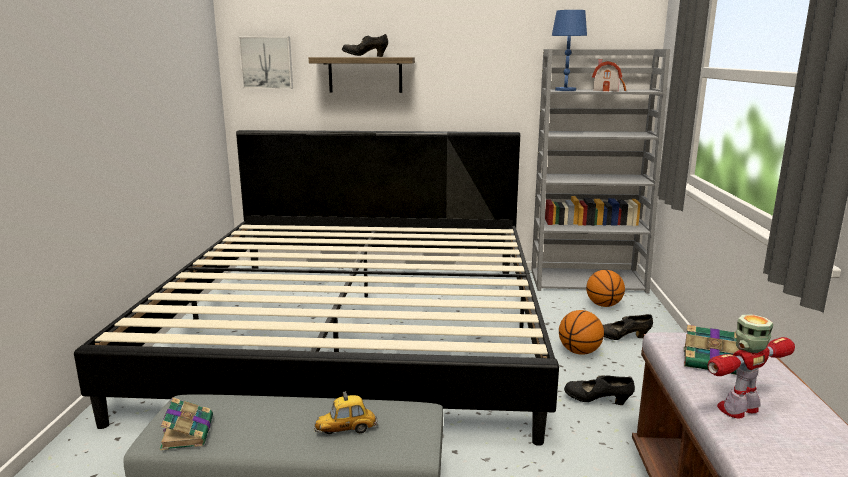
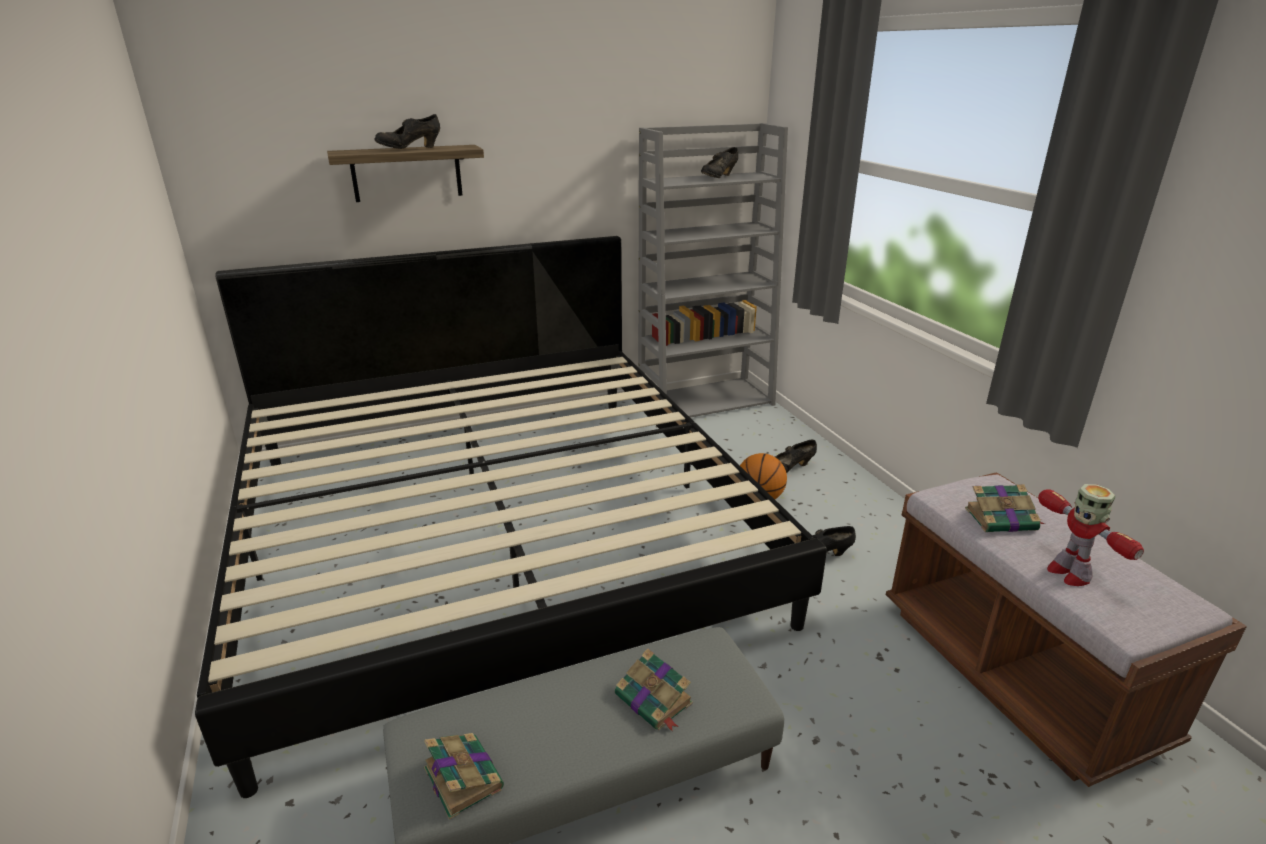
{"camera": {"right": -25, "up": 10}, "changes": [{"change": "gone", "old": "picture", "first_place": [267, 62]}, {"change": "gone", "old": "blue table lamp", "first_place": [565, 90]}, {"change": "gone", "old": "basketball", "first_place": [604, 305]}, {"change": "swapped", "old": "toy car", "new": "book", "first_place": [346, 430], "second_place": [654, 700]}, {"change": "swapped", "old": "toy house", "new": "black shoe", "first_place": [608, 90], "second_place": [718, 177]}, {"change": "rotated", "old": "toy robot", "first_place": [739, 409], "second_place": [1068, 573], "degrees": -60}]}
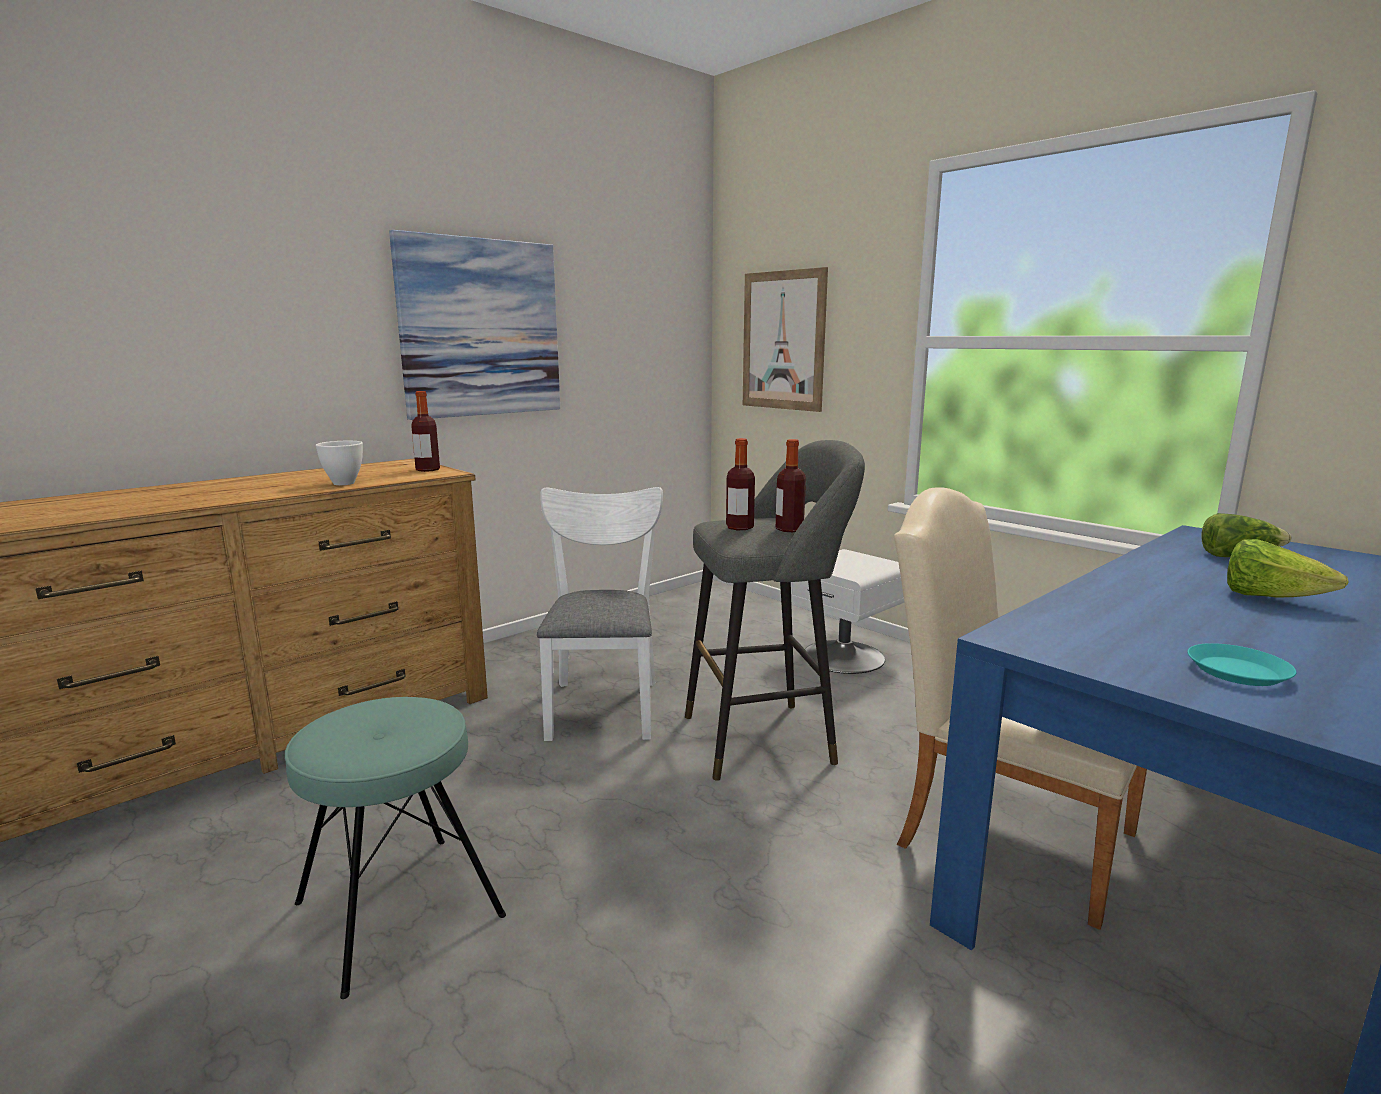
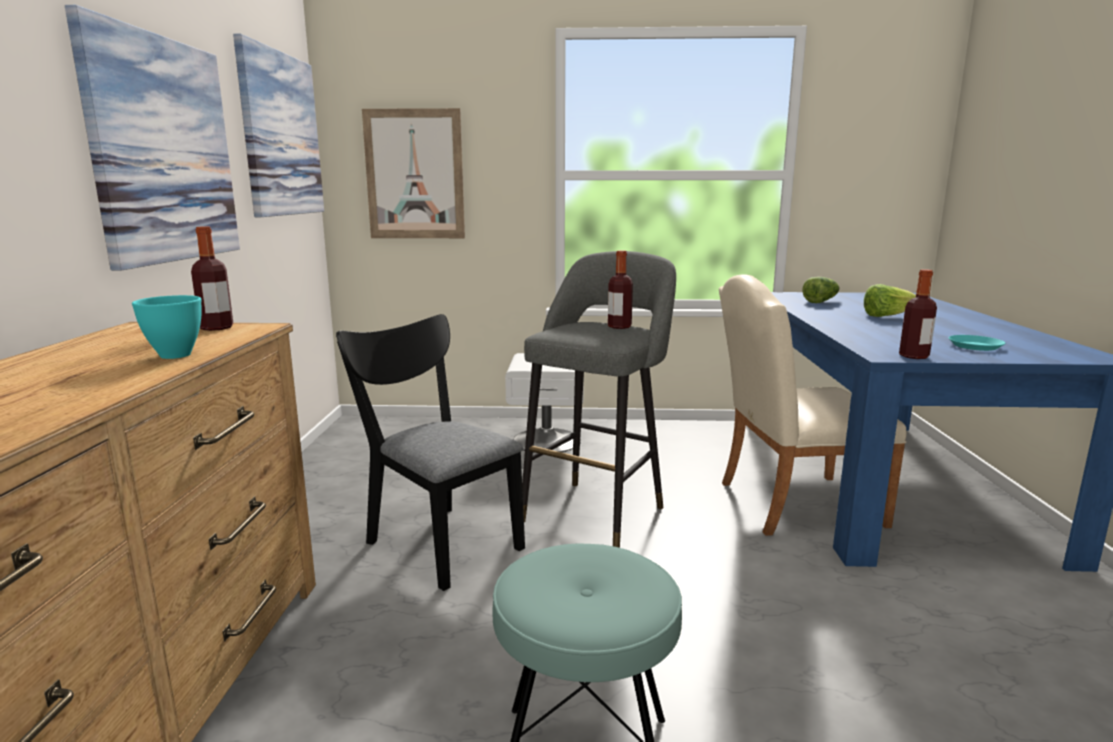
{"camera": {"right": -45, "up": 0}, "changes": [{"change": "new", "new": "picture", "second_place": [281, 135]}, {"change": "shifted", "old": "bottle", "first_place": [739, 527], "second_place": [914, 356]}, {"change": "repainted", "old": "white bowl", "new": "turquoise bowl", "first_place": [344, 483], "second_place": [174, 355]}, {"change": "repainted", "old": "white chair", "new": "black chair", "first_place": [604, 703], "second_place": [438, 540]}]}
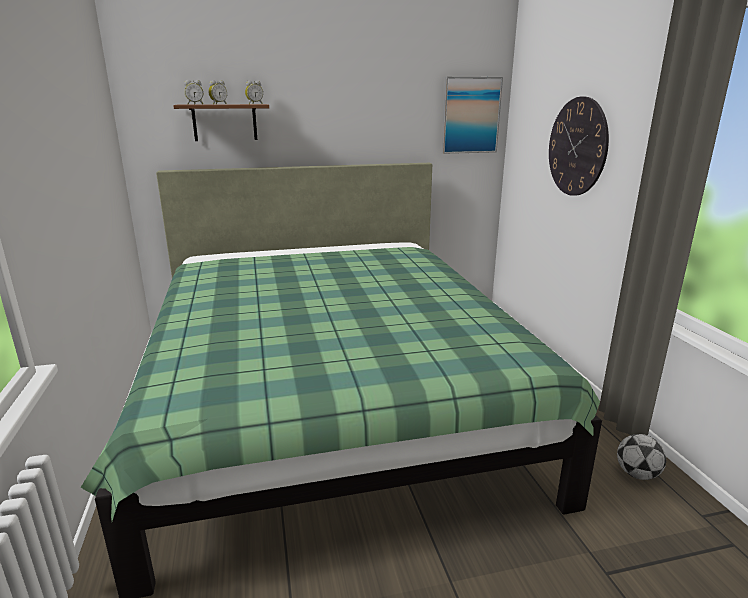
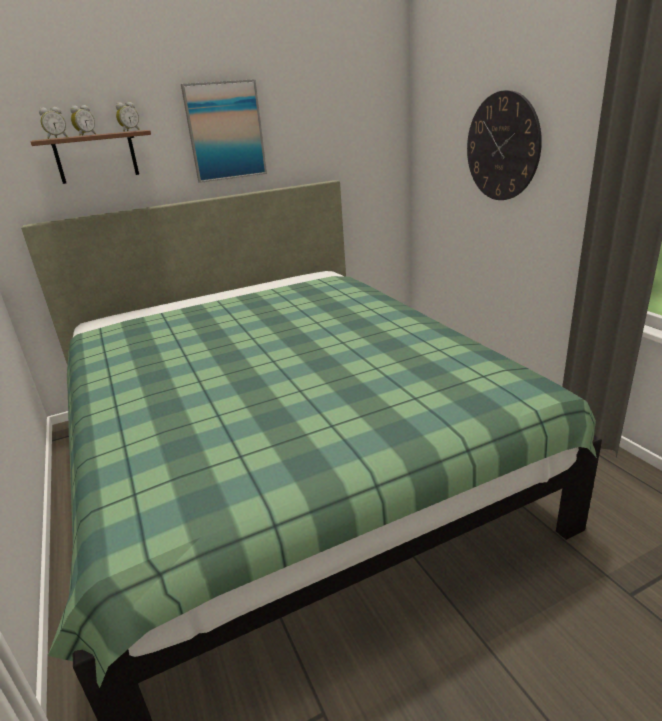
{"camera": {"right": -10, "up": 5}, "changes": [{"change": "gone", "old": "football", "first_place": [637, 474]}, {"change": "shifted", "old": "picture", "first_place": [470, 115], "second_place": [225, 131]}]}
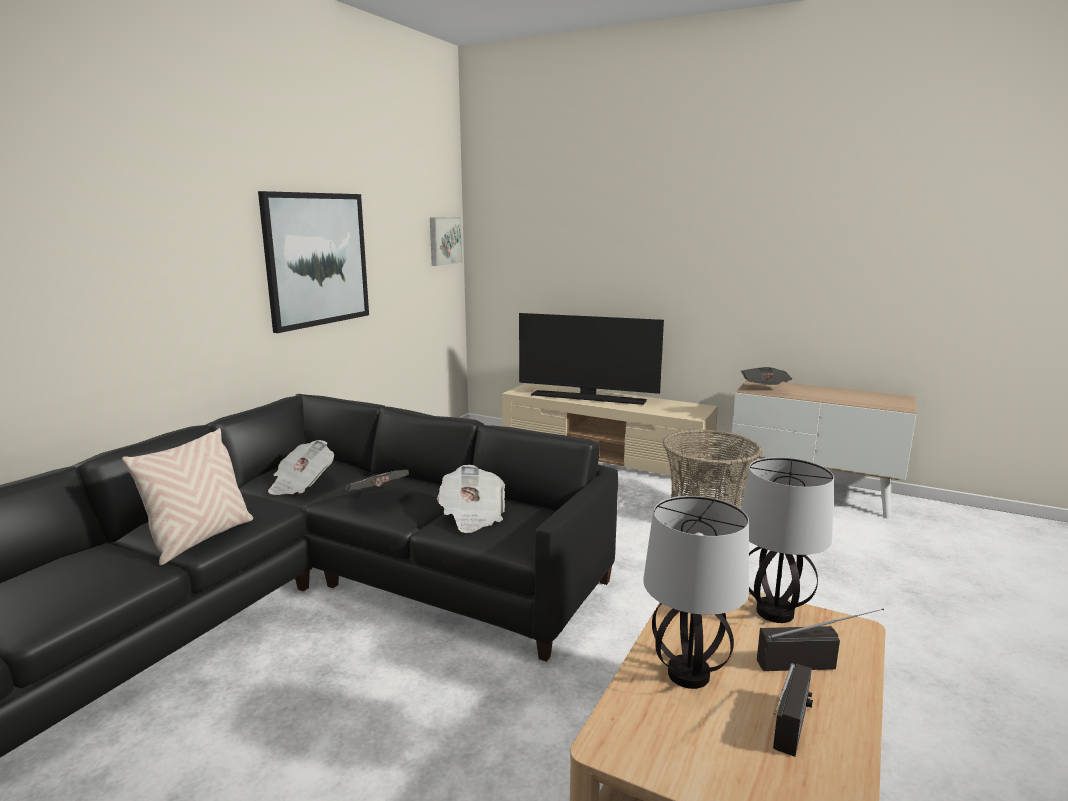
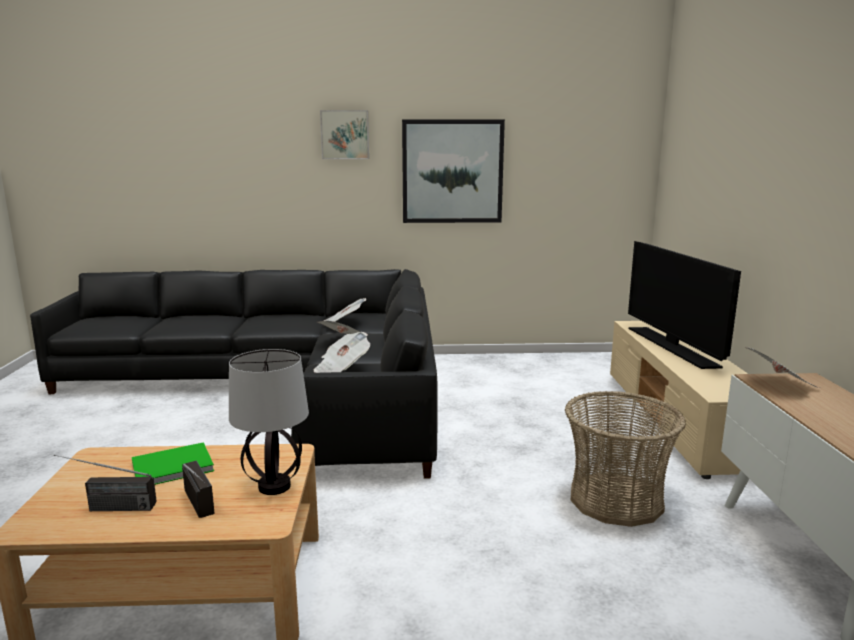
{"camera": {"right": 60, "up": 0}, "changes": [{"change": "gone", "old": "beige pillow", "first_place": [200, 539]}, {"change": "shifted", "old": "picture", "first_place": [444, 240], "second_place": [345, 134]}, {"change": "swapped", "old": "table lamp", "new": "green book", "first_place": [688, 675], "second_place": [170, 466]}]}
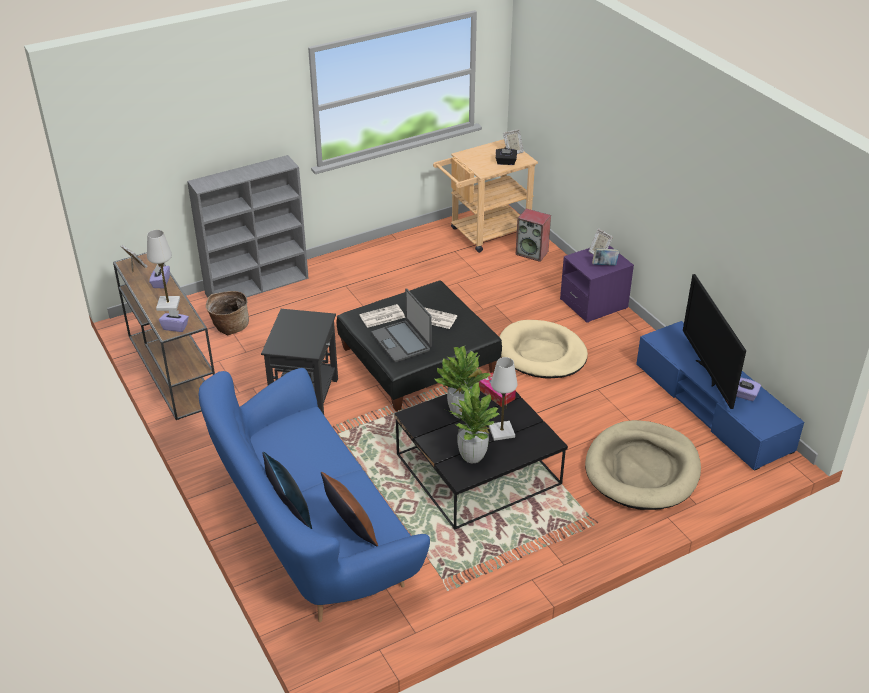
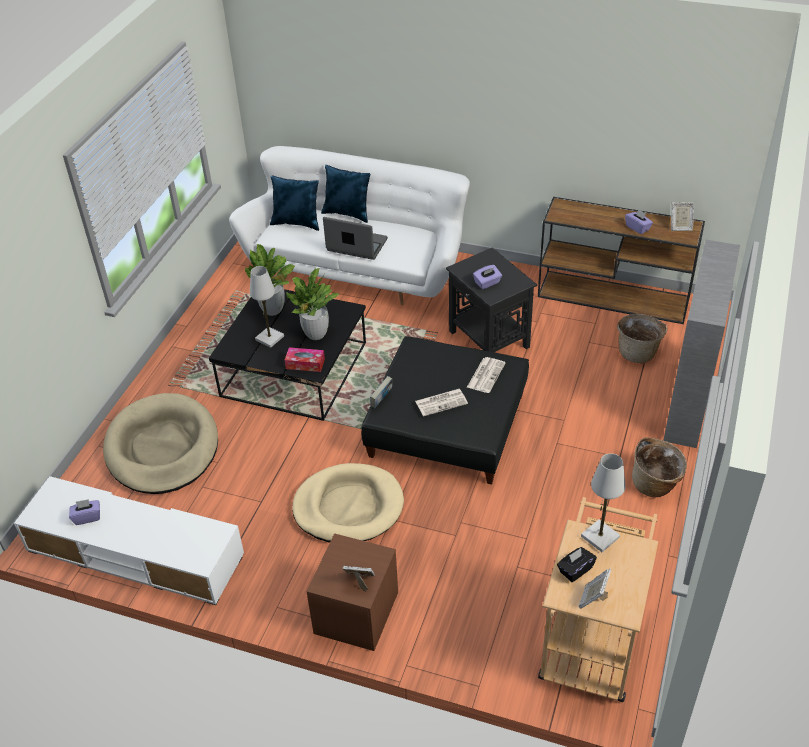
{"camera": {"right": 140, "up": 5}, "changes": [{"change": "gone", "old": "speaker", "first_place": [532, 253]}, {"change": "gone", "old": "television", "first_place": [708, 373]}, {"change": "new", "new": "basket", "second_place": [655, 484]}, {"change": "shifted", "old": "white table lamp", "first_place": [168, 304], "second_place": [600, 537]}, {"change": "shifted", "old": "purple tissue box", "first_place": [175, 327], "second_place": [487, 283]}, {"change": "shifted", "old": "laptop", "first_place": [402, 342], "second_place": [356, 245]}, {"change": "shifted", "old": "book", "first_place": [604, 265], "second_place": [381, 400]}, {"change": "repainted", "old": "blue sofa", "new": "white sofa", "first_place": [310, 532], "second_place": [359, 269]}, {"change": "repainted", "old": "brown pillow", "new": "blue pillow", "first_place": [350, 530], "second_place": [297, 223]}, {"change": "repainted", "old": "purple nightstand", "new": "brown nightstand", "first_place": [593, 304], "second_place": [356, 614]}, {"change": "repainted", "old": "blue tv stand", "new": "white tv stand", "first_place": [712, 407], "second_place": [135, 553]}]}
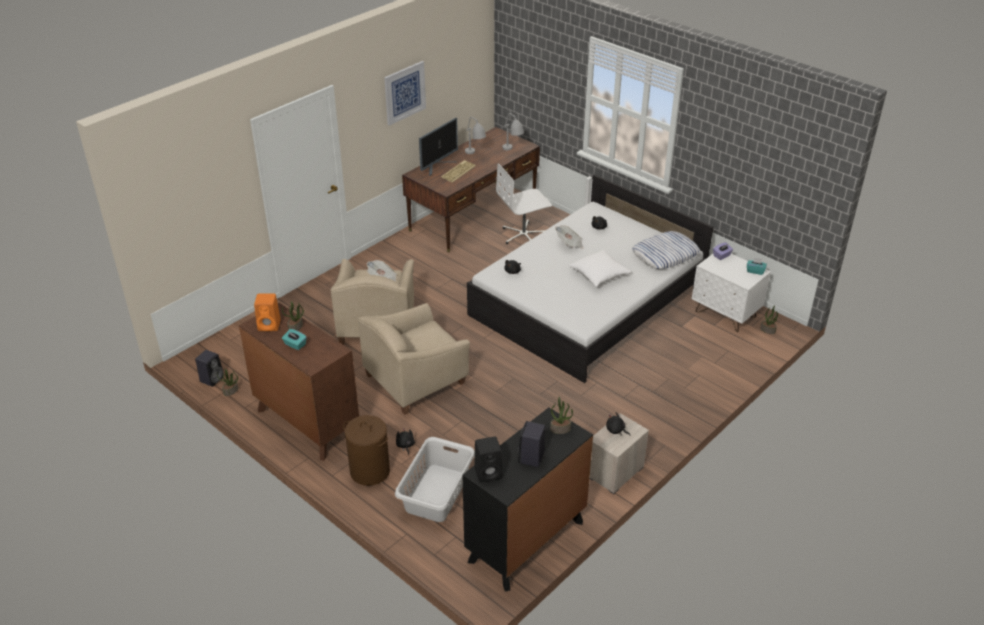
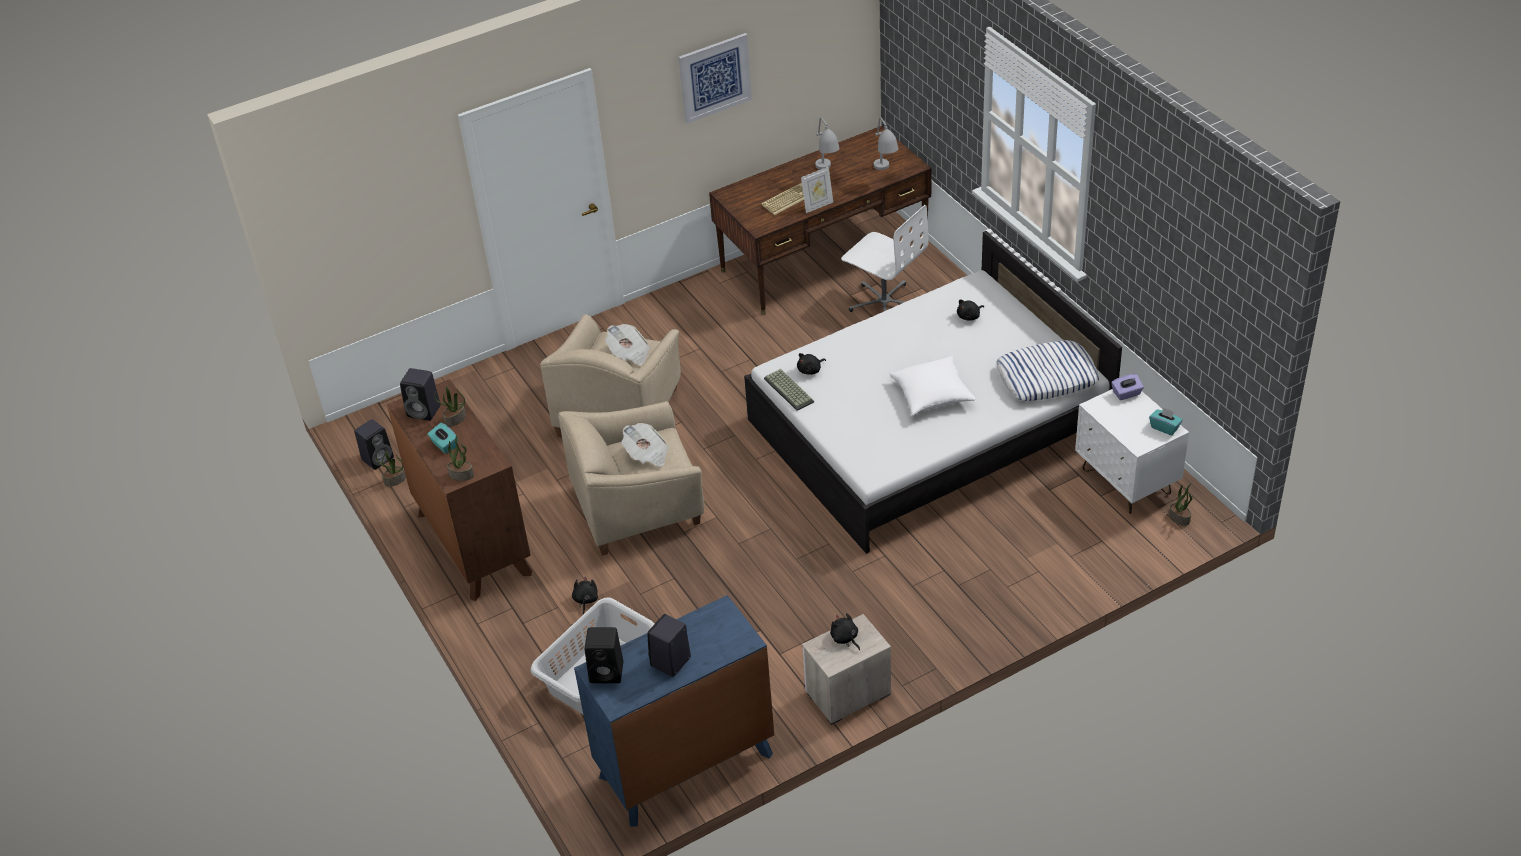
{"camera": {"right": 20, "up": 5}, "changes": [{"change": "gone", "old": "brown laundry basket", "first_place": [369, 471]}, {"change": "gone", "old": "monitor", "first_place": [438, 166]}, {"change": "new", "new": "keyboard", "second_place": [790, 390]}, {"change": "new", "new": "picture frame", "second_place": [818, 206]}, {"change": "shifted", "old": "potted plant", "first_place": [560, 429], "second_place": [462, 474]}, {"change": "shifted", "old": "newspaper", "first_place": [569, 244], "second_place": [647, 454]}, {"change": "repainted", "old": "orange speaker", "new": "black speaker", "first_place": [270, 325], "second_place": [425, 411]}, {"change": "repainted", "old": "black dresser", "new": "blue dresser", "first_place": [526, 541], "second_place": [686, 766]}, {"change": "rotated", "old": "white office chair", "first_place": [524, 235], "second_place": [884, 303], "degrees": -135}]}
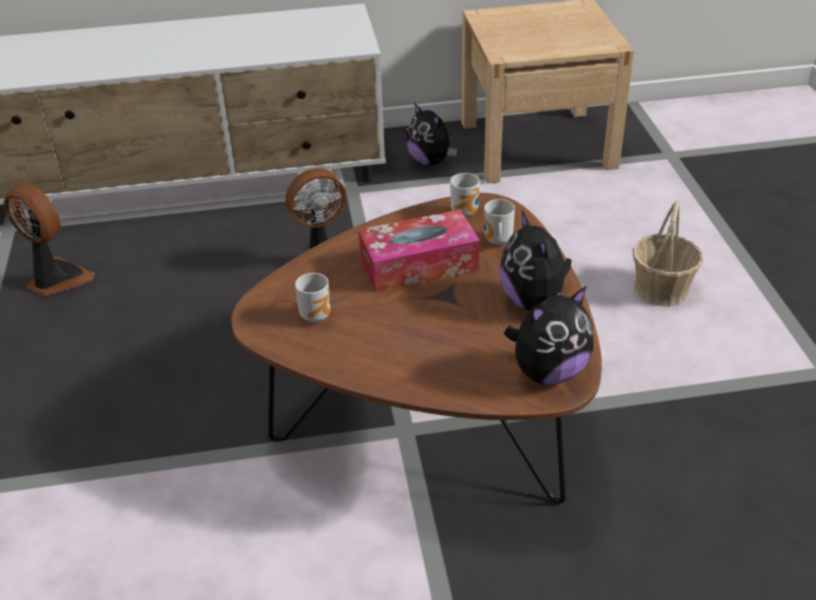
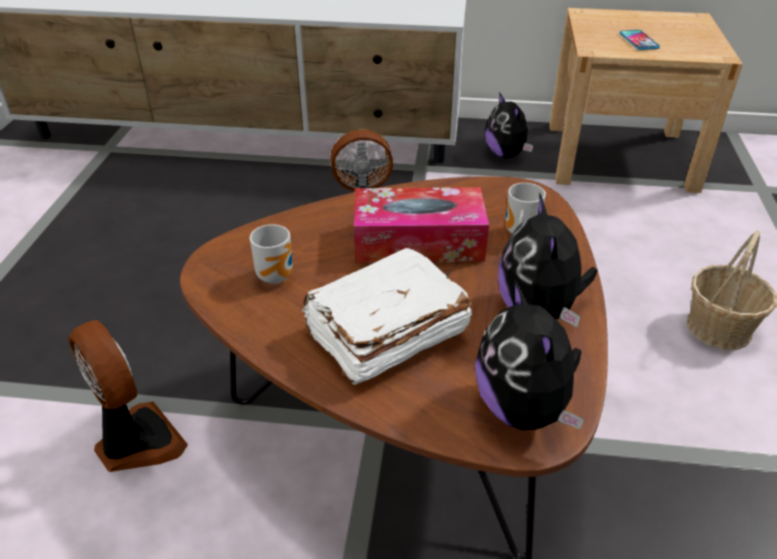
{"camera": {"right": 15, "up": 0}, "changes": [{"change": "gone", "old": "mug", "first_place": [466, 212]}, {"change": "new", "new": "white book", "second_place": [384, 335]}, {"change": "new", "new": "phone", "second_place": [638, 41]}, {"change": "shifted", "old": "fan", "first_place": [56, 279], "second_place": [136, 442]}, {"change": "rotated", "old": "plush toy", "first_place": [548, 372], "second_place": [524, 409], "degrees": 90}]}
